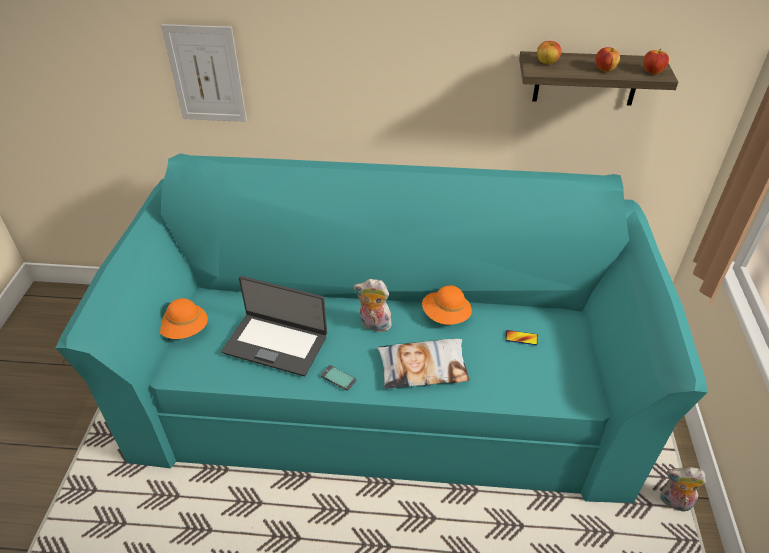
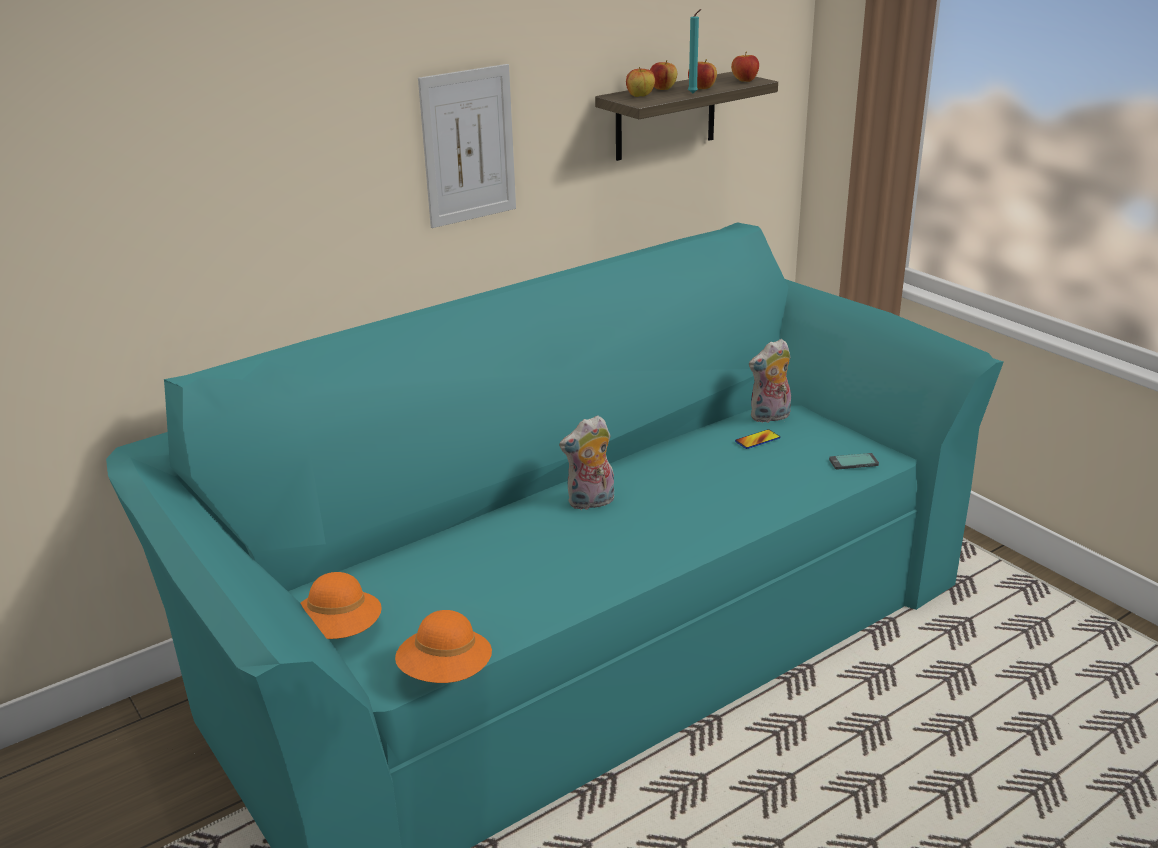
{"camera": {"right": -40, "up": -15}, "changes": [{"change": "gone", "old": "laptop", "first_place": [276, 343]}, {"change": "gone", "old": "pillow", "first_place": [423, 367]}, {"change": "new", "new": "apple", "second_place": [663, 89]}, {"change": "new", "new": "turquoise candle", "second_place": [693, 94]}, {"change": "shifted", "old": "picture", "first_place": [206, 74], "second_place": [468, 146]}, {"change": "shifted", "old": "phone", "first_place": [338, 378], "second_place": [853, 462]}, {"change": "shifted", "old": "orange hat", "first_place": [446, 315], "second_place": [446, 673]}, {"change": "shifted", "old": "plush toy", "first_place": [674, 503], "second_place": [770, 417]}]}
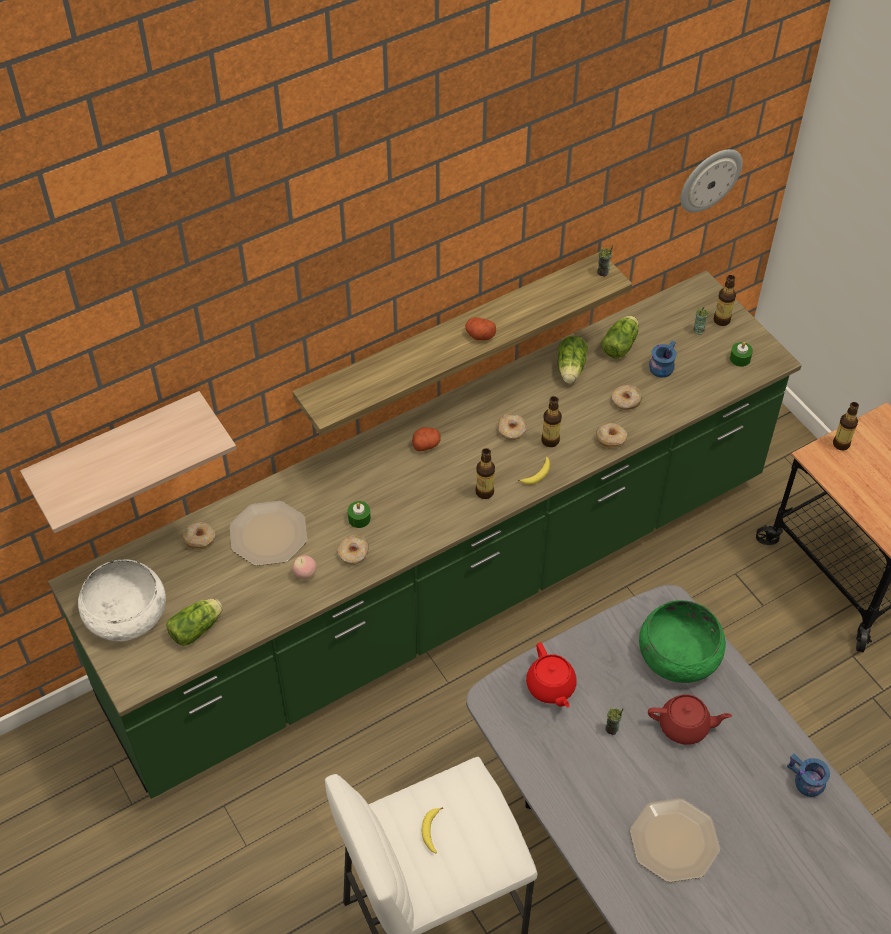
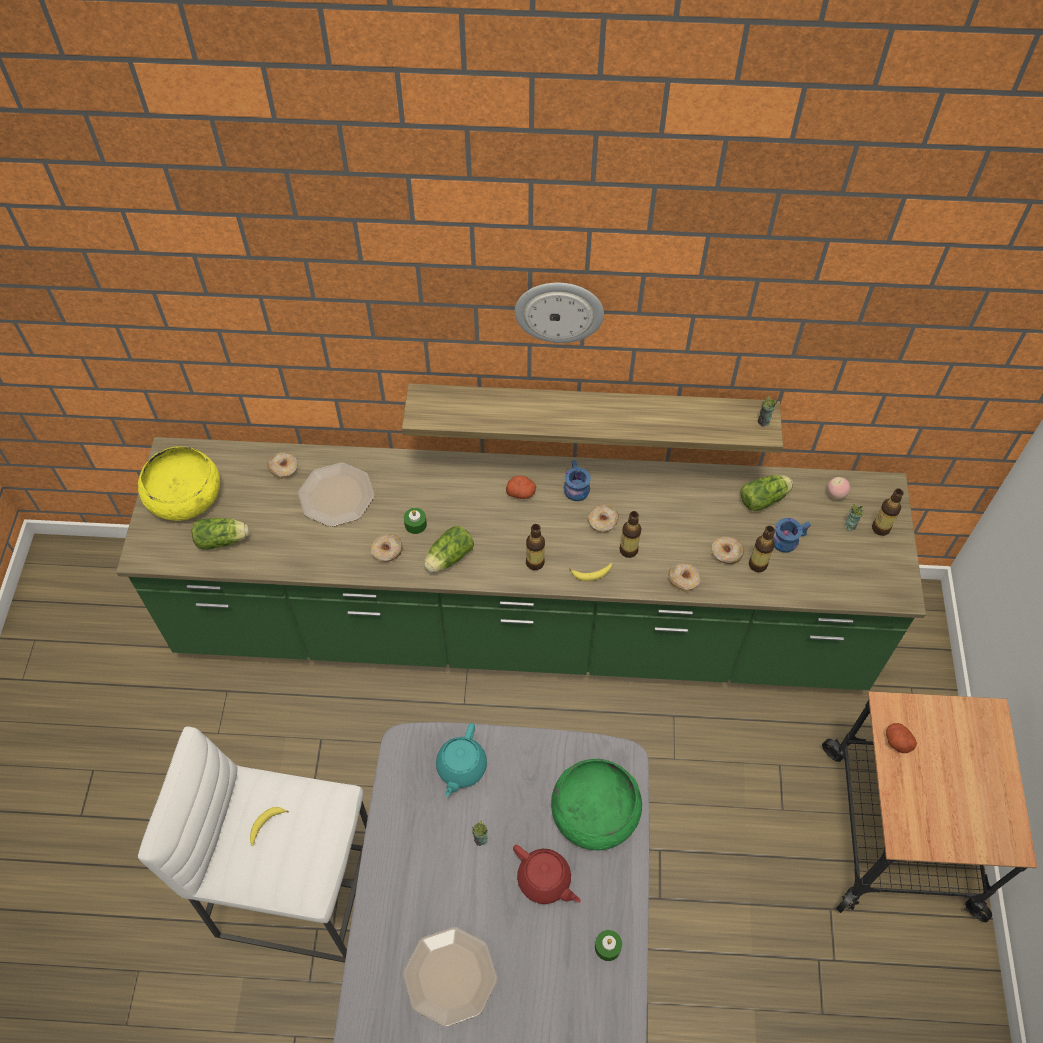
{"camera": {"right": 35, "up": 5}, "changes": [{"change": "gone", "old": "shelf", "first_place": [117, 451]}, {"change": "shifted", "old": "apple", "first_place": [305, 574], "second_place": [835, 495]}, {"change": "shifted", "old": "potato", "first_place": [479, 335], "second_place": [897, 741]}, {"change": "shifted", "old": "lettuce", "first_place": [570, 369], "second_place": [447, 558]}, {"change": "shifted", "old": "wall clock", "first_place": [709, 179], "second_place": [559, 311]}, {"change": "shifted", "old": "green candle", "first_place": [740, 358], "second_place": [607, 947]}, {"change": "shifted", "old": "blue mug", "first_place": [804, 781], "second_place": [574, 487]}, {"change": "shifted", "old": "bottle", "first_place": [841, 444], "second_place": [757, 564]}, {"change": "repainted", "old": "white bowl", "new": "yellow bowl", "first_place": [126, 612], "second_place": [184, 495]}, {"change": "repainted", "old": "red teapot", "new": "turquoise teapot", "first_place": [551, 687], "second_place": [461, 767]}]}
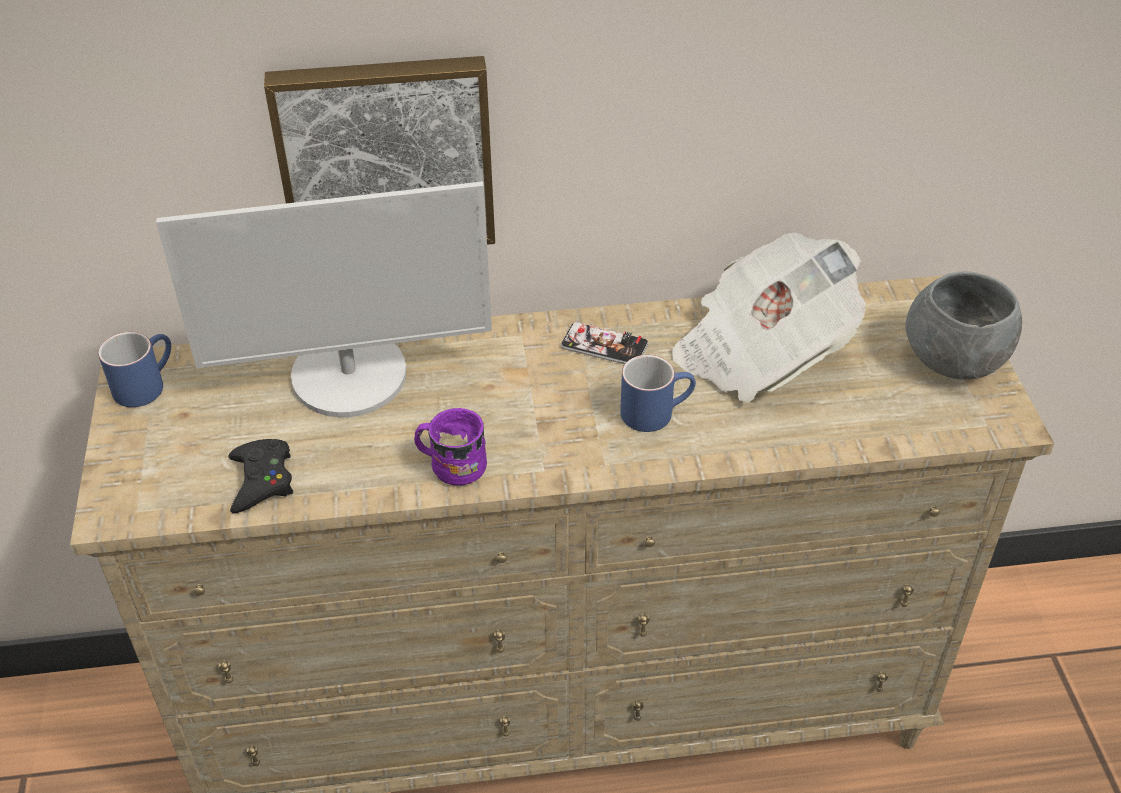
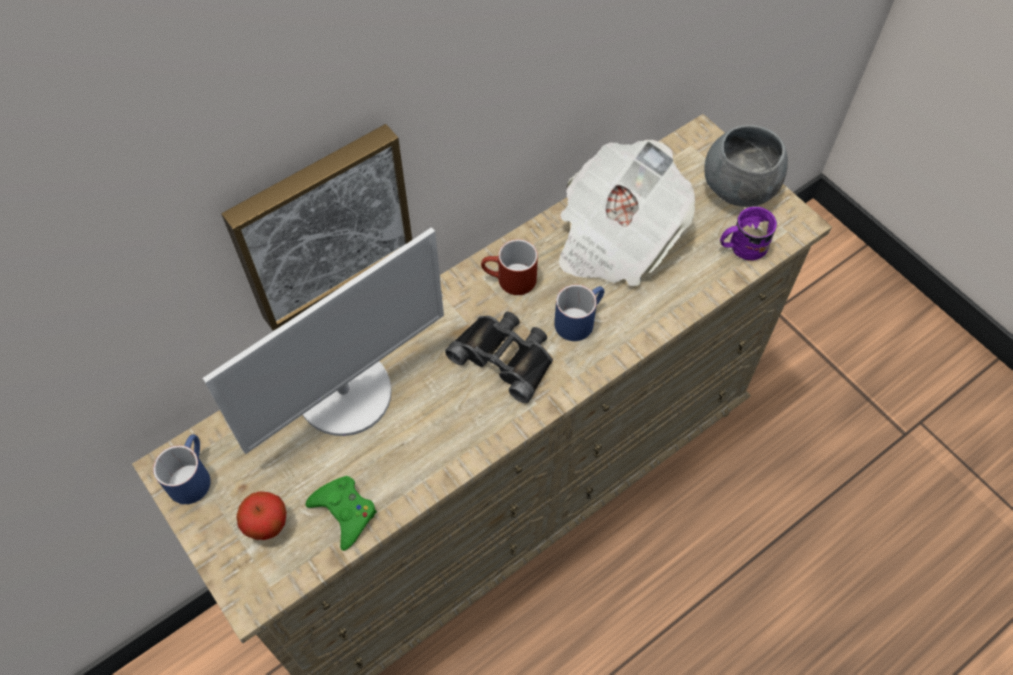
{"camera": {"right": -30, "up": 15}, "changes": [{"change": "new", "new": "apple", "second_place": [268, 526]}, {"change": "new", "new": "black binoculars", "second_place": [505, 357]}, {"change": "shifted", "old": "purple mug", "first_place": [451, 465], "second_place": [741, 247]}, {"change": "swapped", "old": "phone", "new": "red mug", "first_place": [604, 345], "second_place": [509, 280]}, {"change": "repainted", "old": "black game controller", "new": "green game controller", "first_place": [261, 480], "second_place": [344, 512]}]}
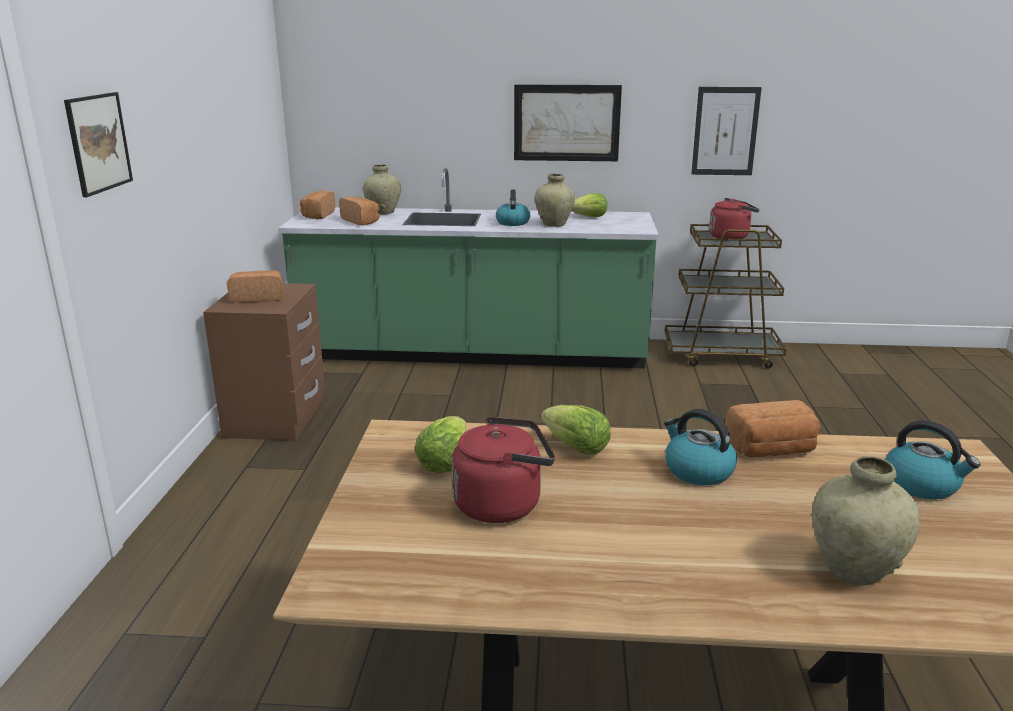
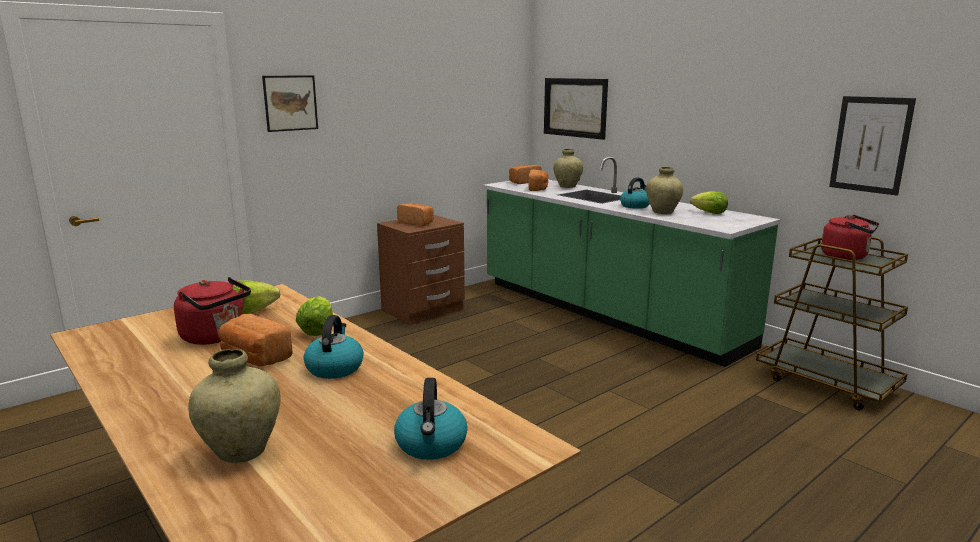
{"camera": {"right": 45, "up": -5}, "changes": [{"change": "shifted", "old": "picture", "first_place": [566, 123], "second_place": [575, 107]}, {"change": "shifted", "old": "bread", "first_place": [771, 450], "second_place": [254, 358]}]}
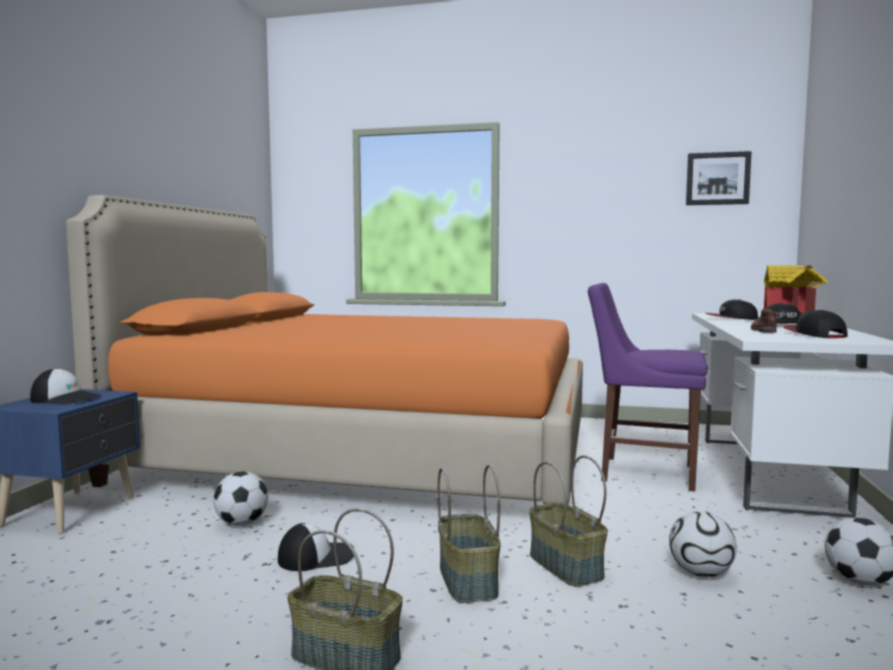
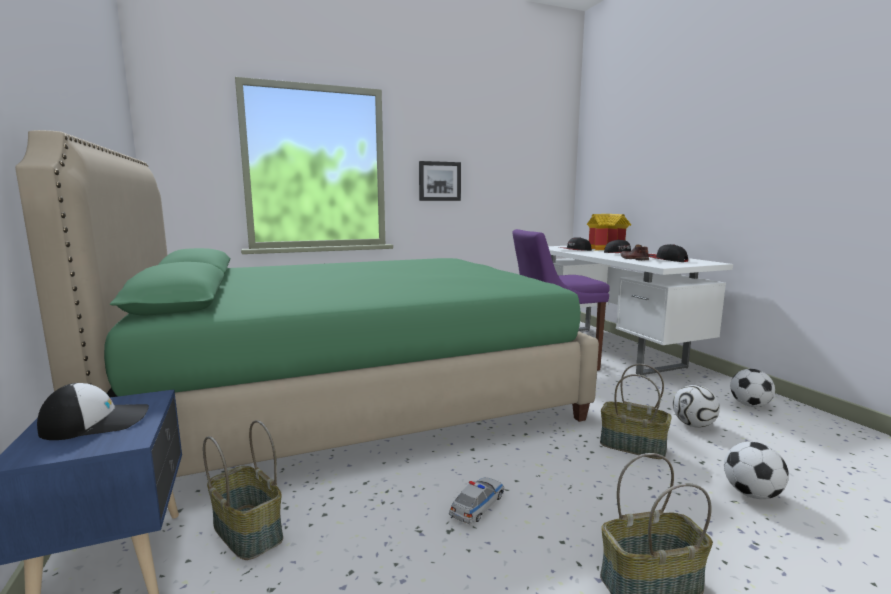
{"camera": {"right": -35, "up": 5}, "changes": [{"change": "shifted", "old": "football", "first_place": [242, 523], "second_place": [751, 494]}, {"change": "shifted", "old": "basket", "first_place": [469, 581], "second_place": [249, 531]}, {"change": "shifted", "old": "picture", "first_place": [717, 178], "second_place": [439, 181]}, {"change": "swapped", "old": "cap", "new": "toy car", "first_place": [316, 557], "second_place": [477, 505]}, {"change": "repainted", "old": "orange bed", "new": "green bed", "first_place": [367, 454], "second_place": [350, 396]}]}
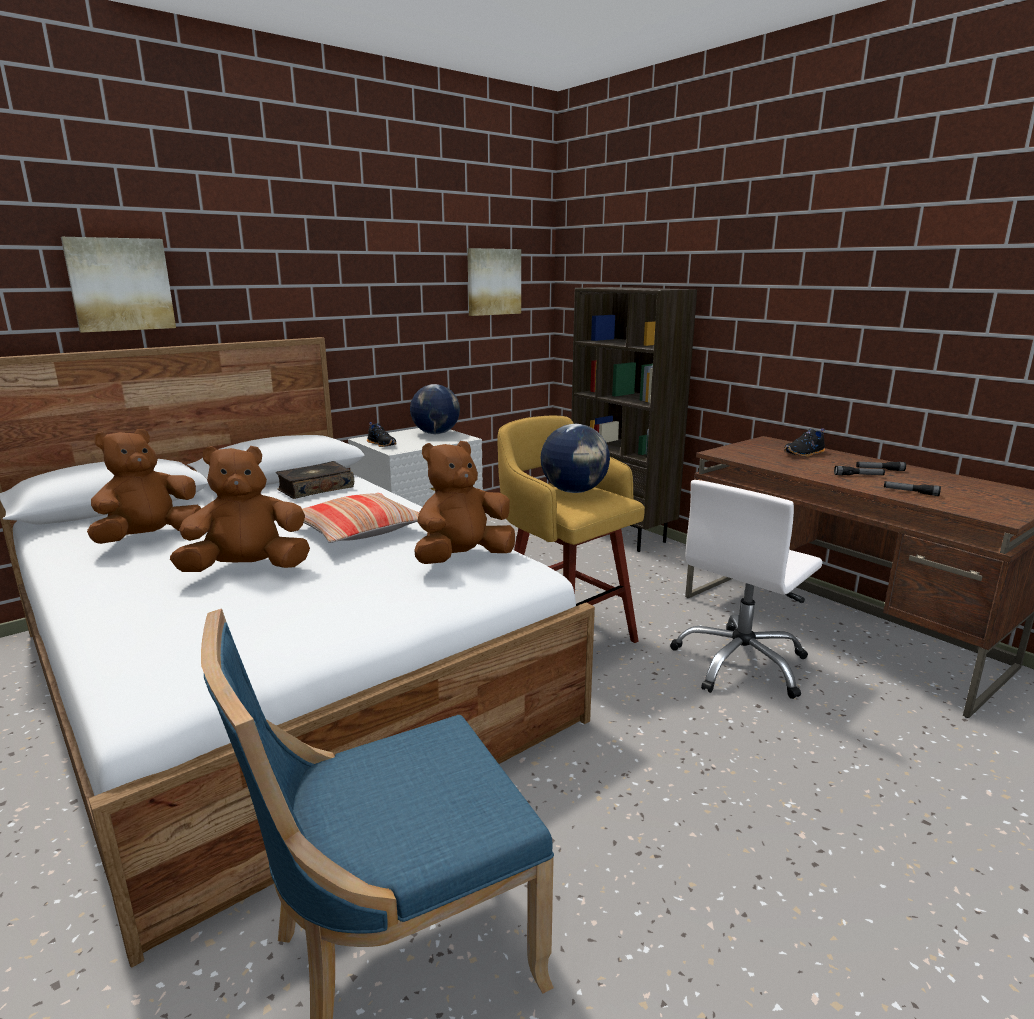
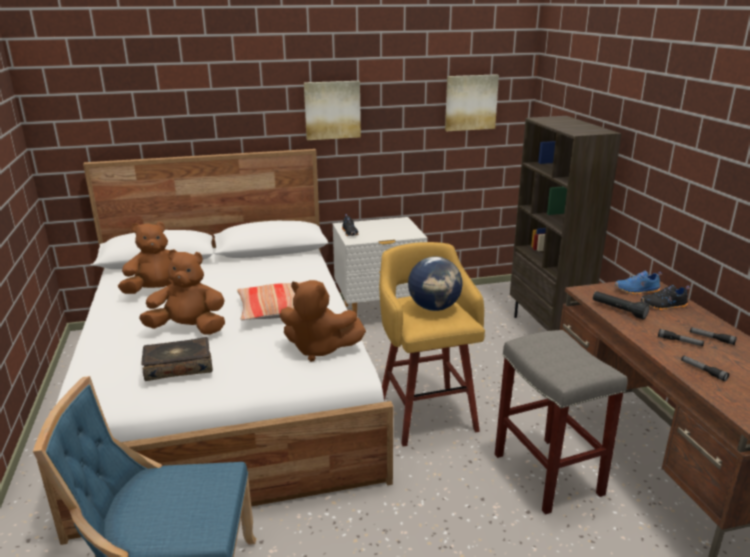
{"camera": {"right": 25, "up": 5}, "changes": [{"change": "gone", "old": "globe", "first_place": [435, 433]}, {"change": "new", "new": "black flashlight", "second_place": [618, 310]}, {"change": "new", "new": "blue shoe", "second_place": [637, 291]}, {"change": "shifted", "old": "picture", "first_place": [120, 284], "second_place": [332, 110]}, {"change": "shifted", "old": "book", "first_place": [315, 489], "second_place": [178, 367]}, {"change": "swapped", "old": "white office chair", "new": "grey stool", "first_place": [741, 663], "second_place": [546, 473]}, {"change": "rotated", "old": "brown plush toy", "first_place": [463, 558], "second_place": [319, 349], "degrees": -150}]}
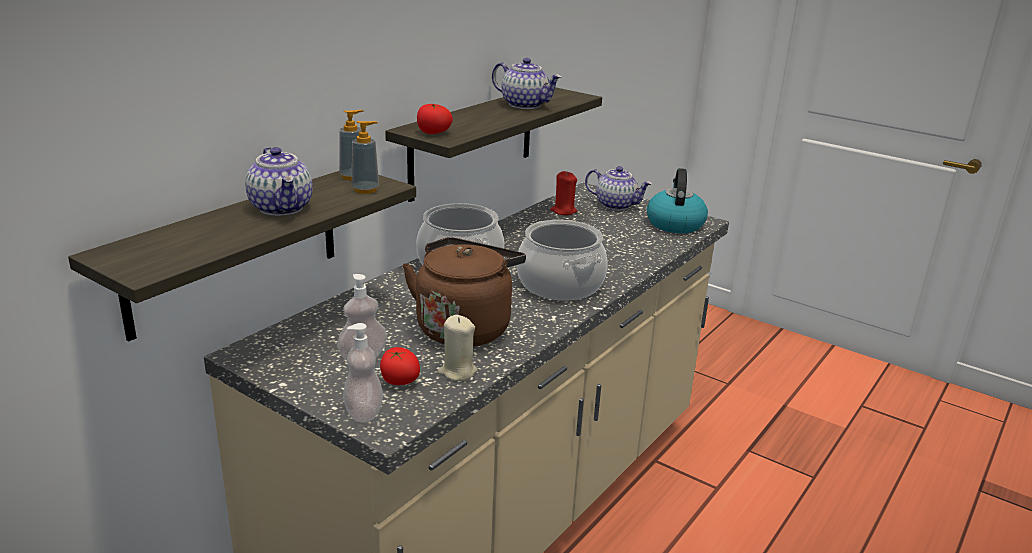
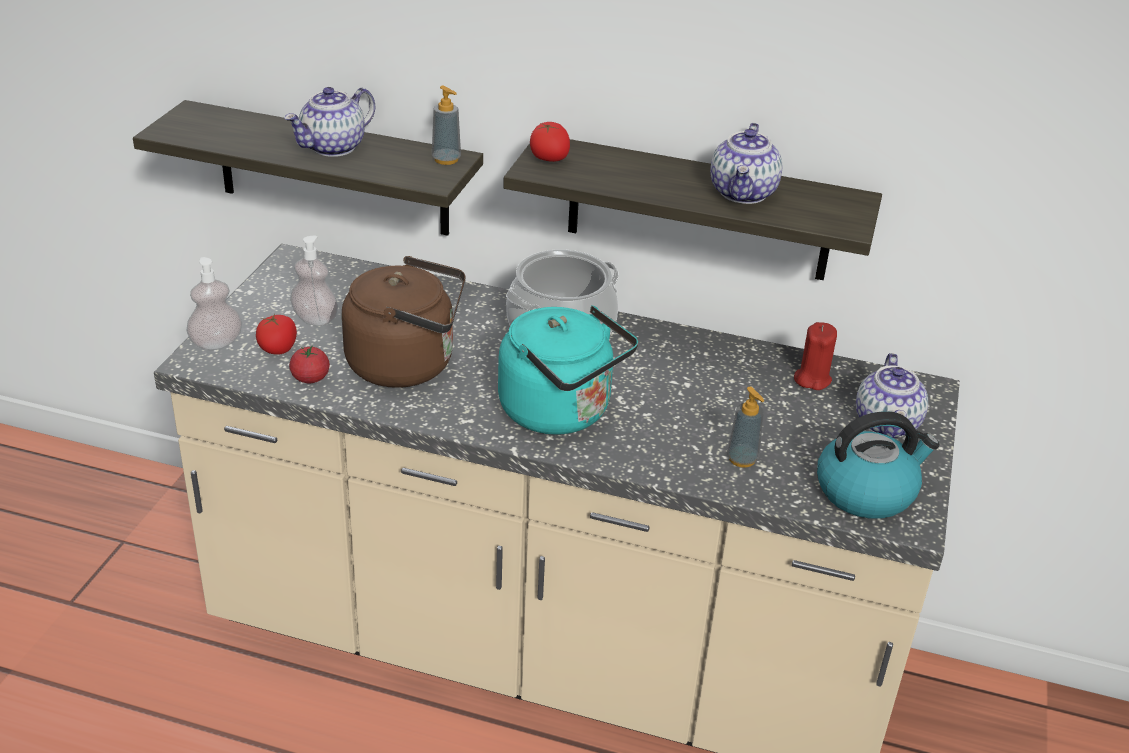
{"camera": {"right": 70, "up": 10}, "changes": [{"change": "shifted", "old": "soap dispenser", "first_place": [365, 190], "second_place": [742, 459]}, {"change": "swapped", "old": "beige candle", "new": "tomato", "first_place": [457, 372], "second_place": [310, 378]}, {"change": "swapped", "old": "cooking pot", "new": "turquoise kettle", "first_place": [561, 284], "second_place": [561, 413]}]}
